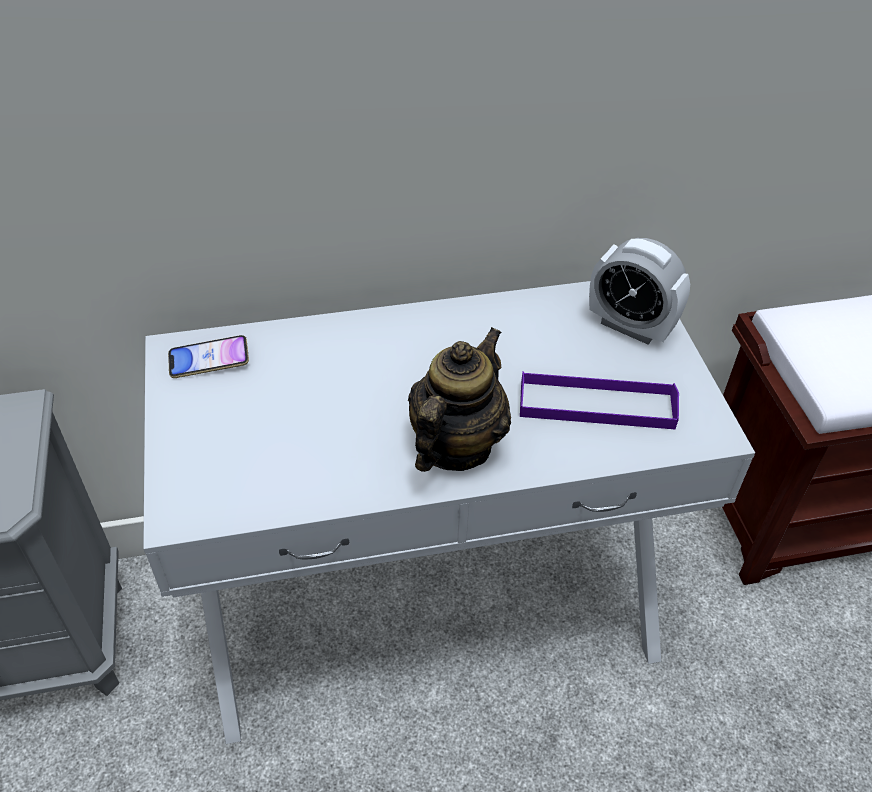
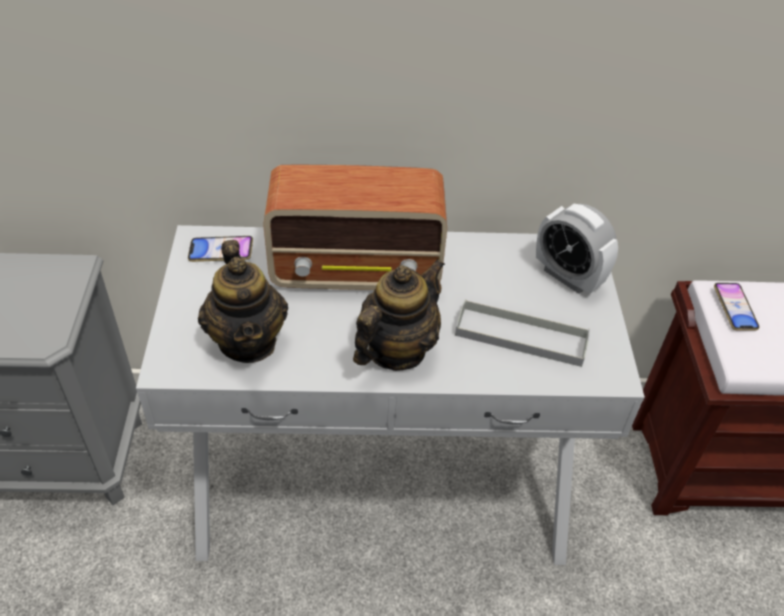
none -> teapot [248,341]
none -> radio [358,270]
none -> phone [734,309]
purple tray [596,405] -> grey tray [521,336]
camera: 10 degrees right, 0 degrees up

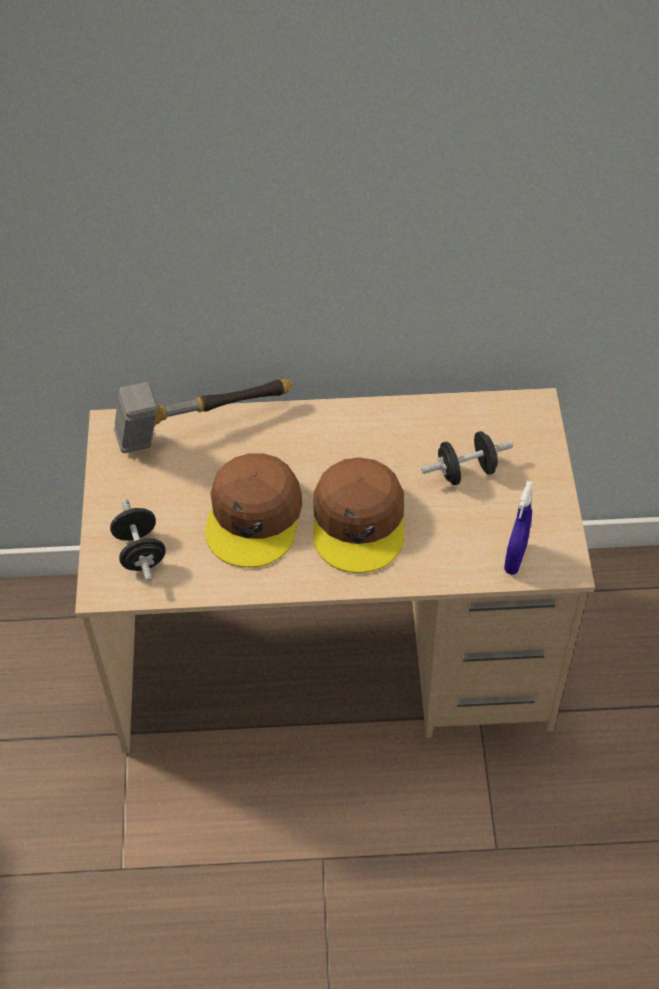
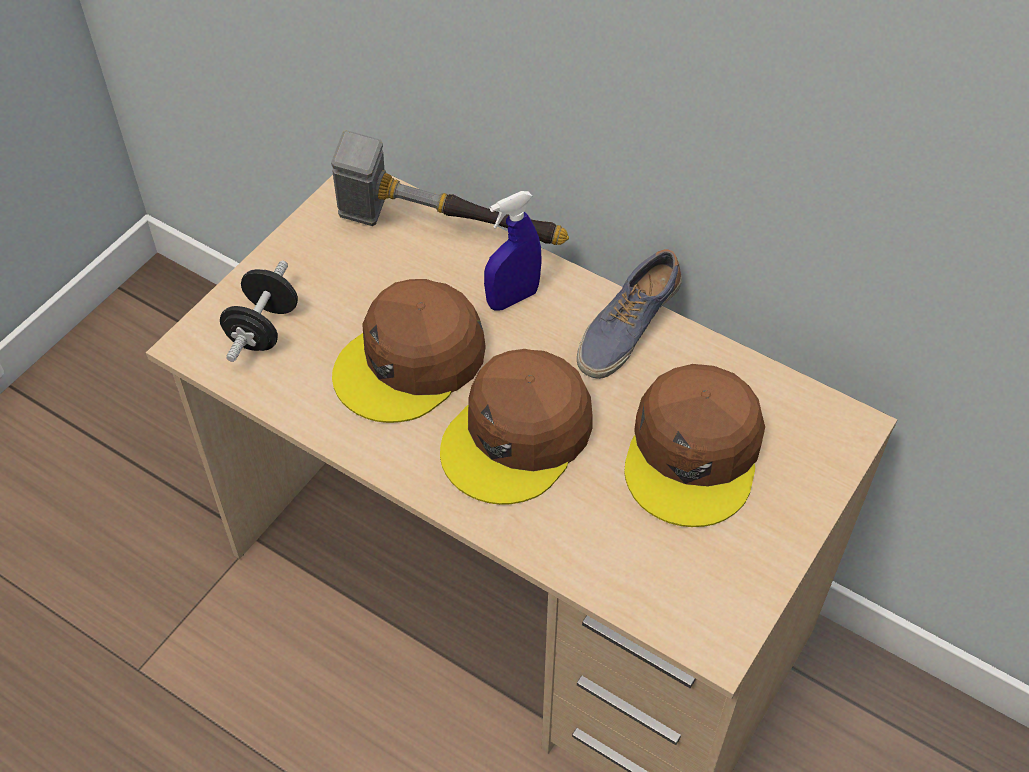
none -> shoe [626,328]
blue spray bottle [515,559] -> blue spray bottle [512,298], shifted
black dumbbell [466,471] -> brown cap [694,453]
camera: 35 degrees right, 0 degrees up

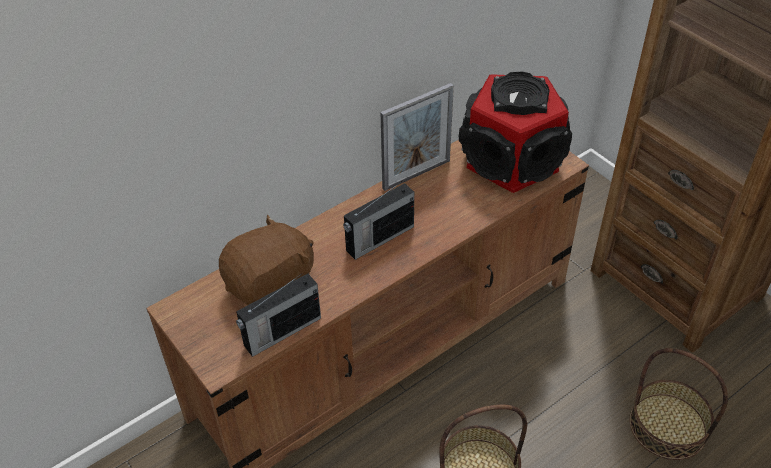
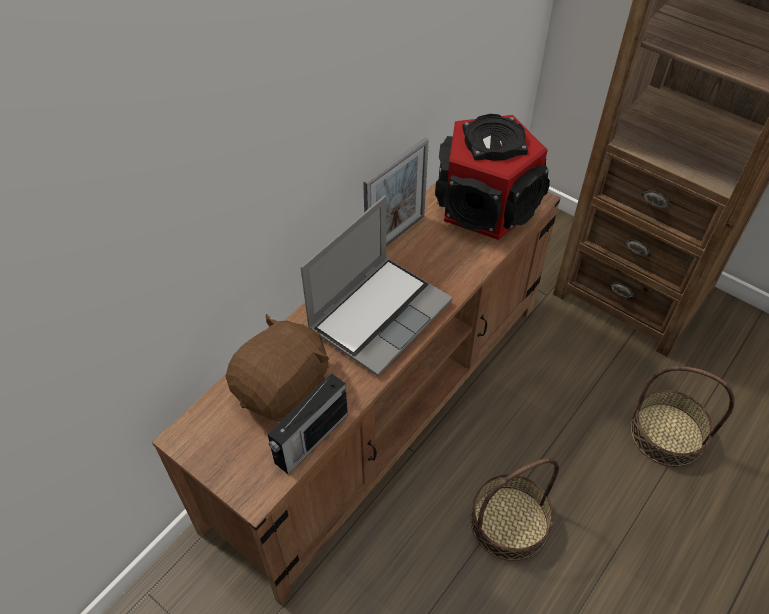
radio [378,239] -> laptop [379,314]
camera: 15 degrees left, 5 degrees up

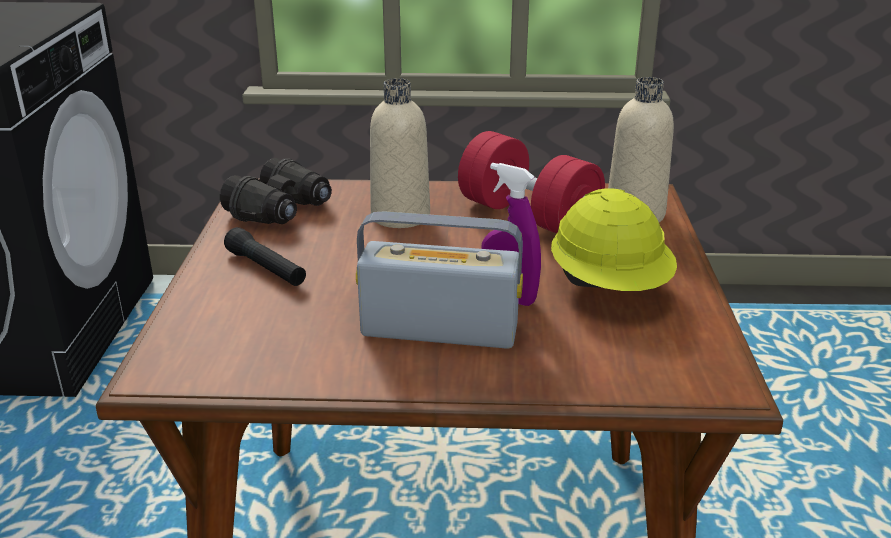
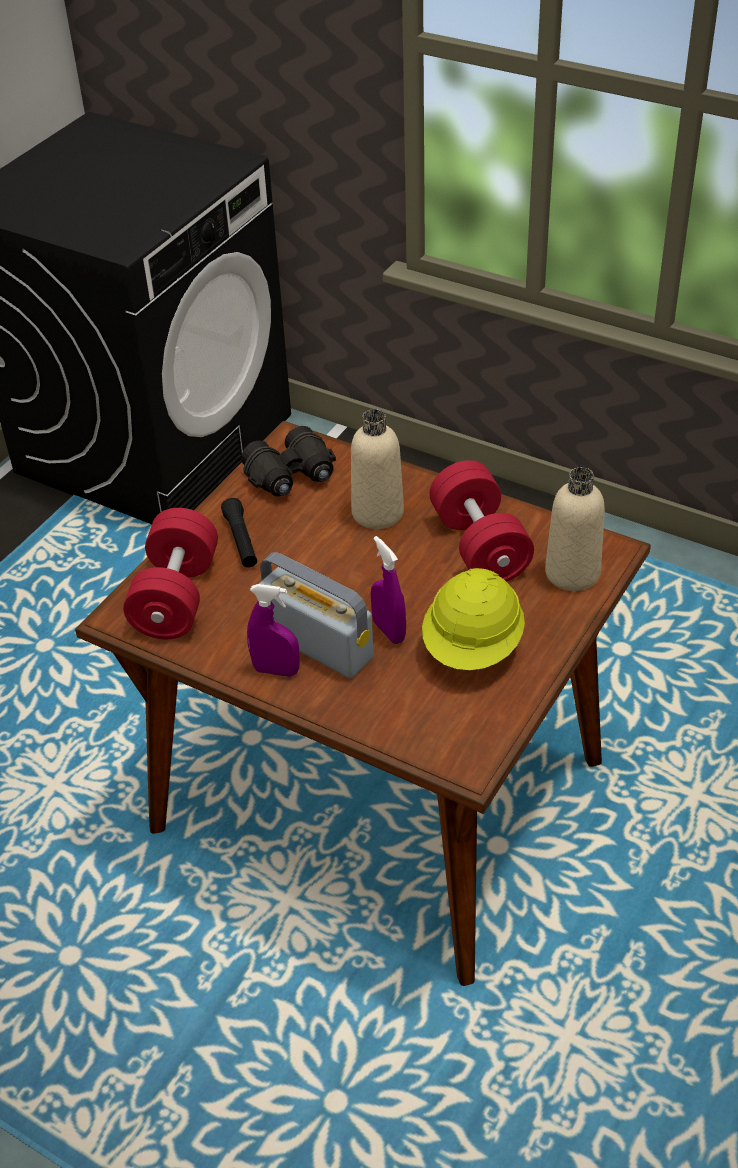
none -> red dumbbell [176,597]
none -> purple spray bottle [276,670]
camera: 30 degrees right, 15 degrees up

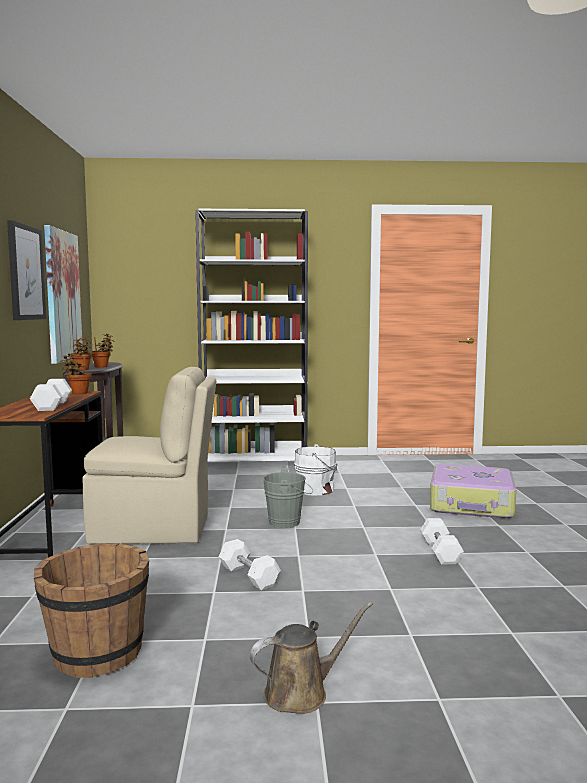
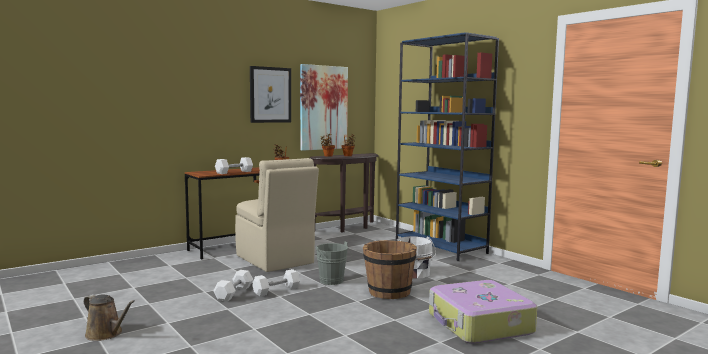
brown bucket [96,654] -> brown bucket [388,292], shifted
white dumbbell [440,552] -> white dumbbell [276,290], shifted
white bookcase [255,462] -> blue bookcase [441,247]
camera: 55 degrees right, 0 degrees up

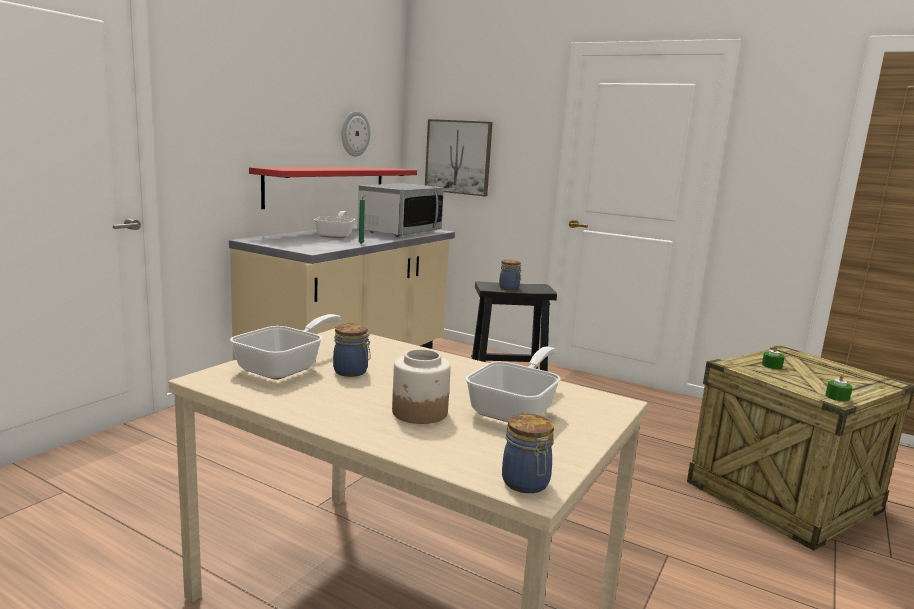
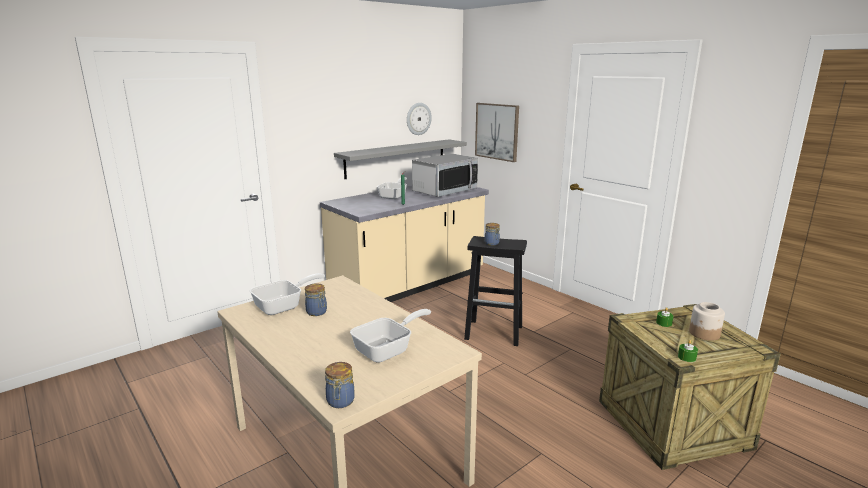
jar [420,413] -> jar [704,334], shifted
red shelf [327,186] -> grey shelf [396,158]
camera: 20 degrees right, 5 degrees up

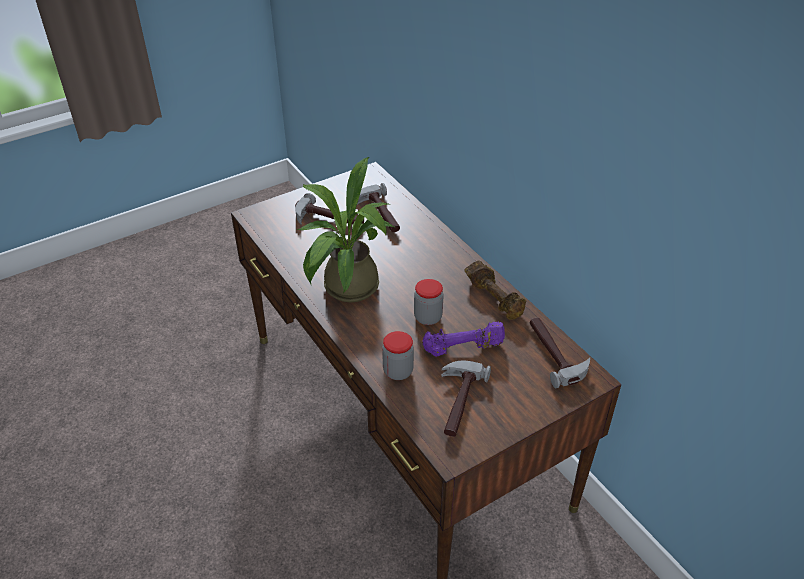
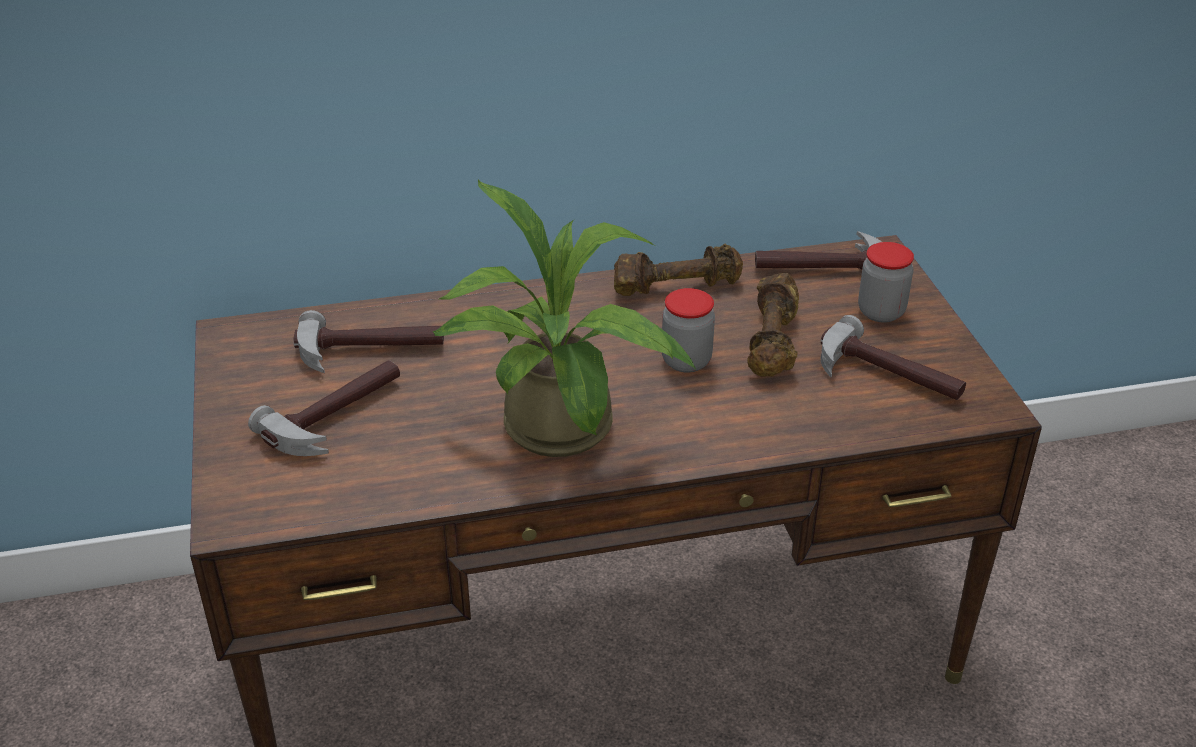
jar [398,371] -> jar [881,312], shifted
purple dumbbell [464,348] -> brown dumbbell [774,343]
camera: 70 degrees left, 5 degrees down

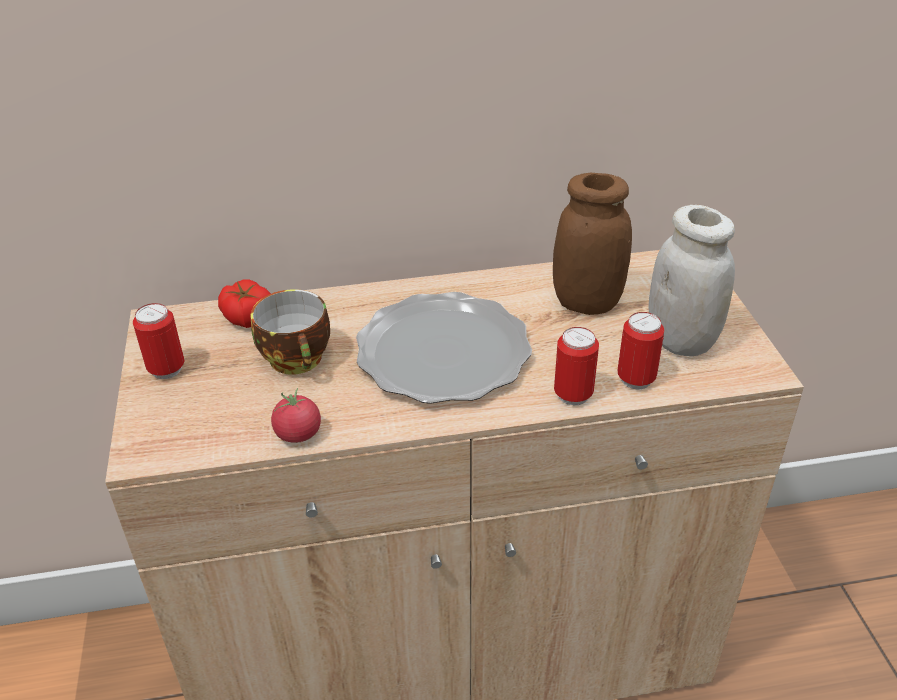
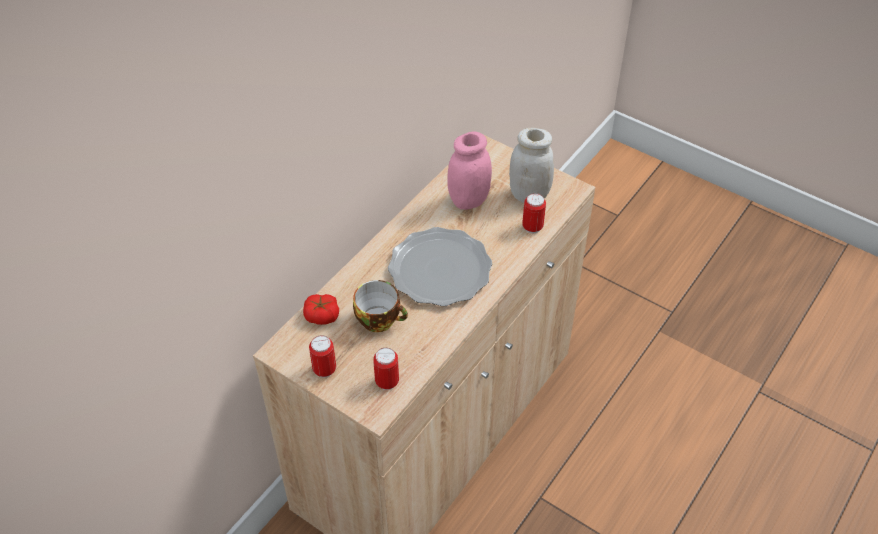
tomato [298,434] -> none
can [573,395] -> can [387,382], shifted
brown jar [586,303] -> pink jar [469,200]
camera: 45 degrees left, 10 degrees up

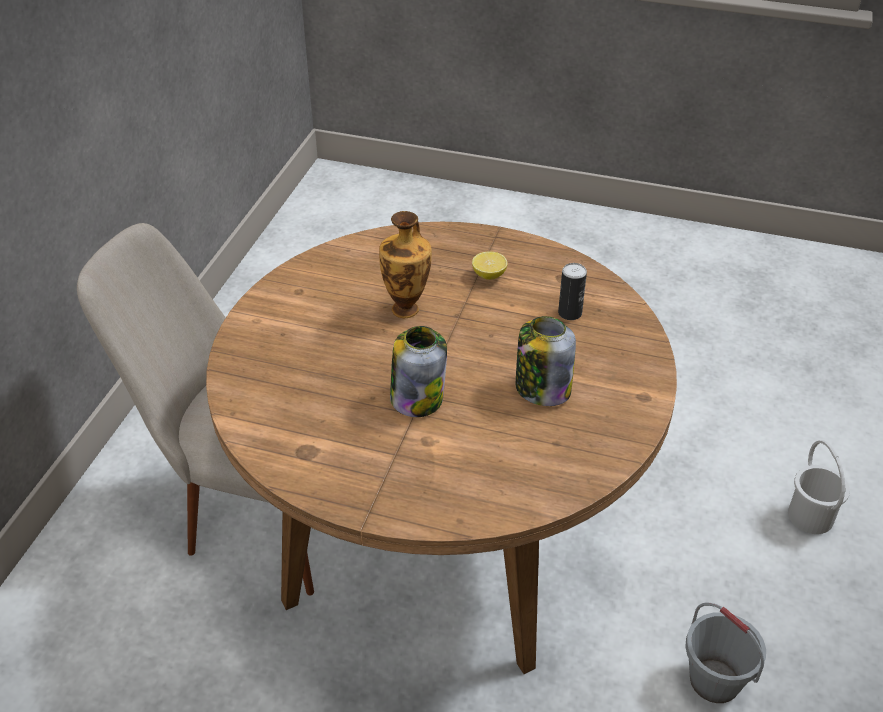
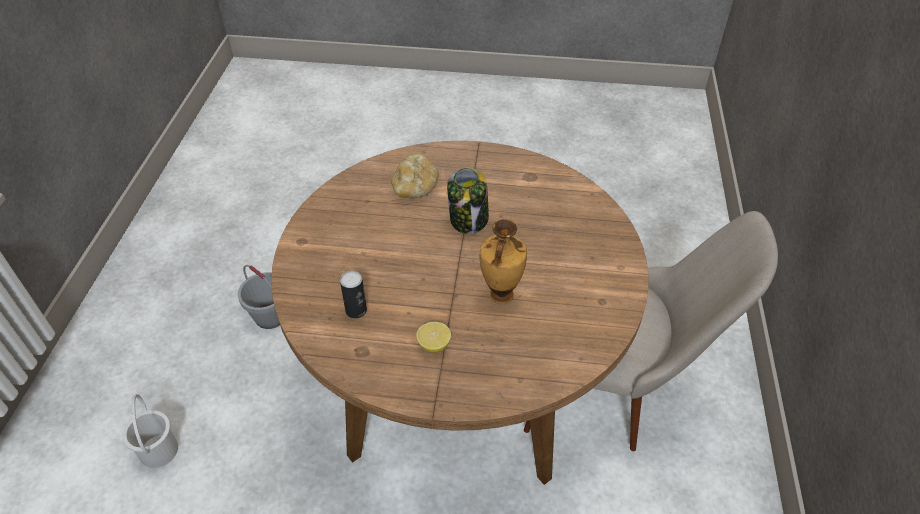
jar [541,388] -> none
none -> bread [415,187]
camera: 170 degrees right, 5 degrees up

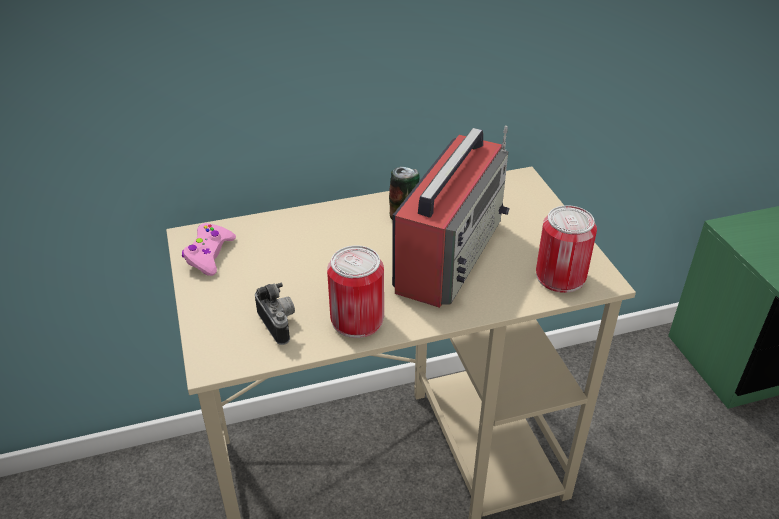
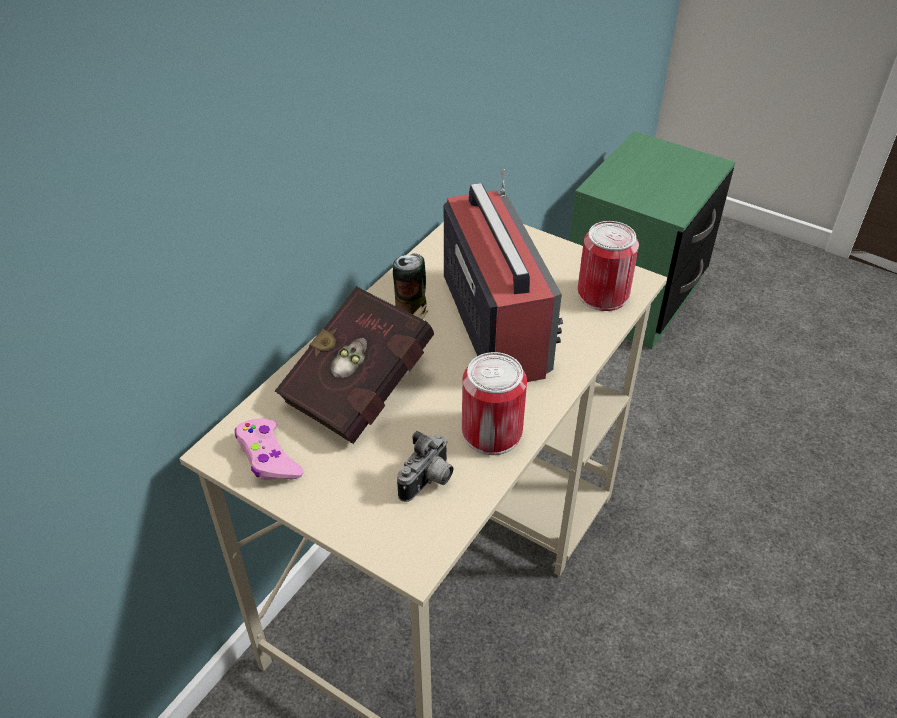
none -> red book [364,388]
photo camera [279,324] -> photo camera [429,482], 105 degrees clockwise
camera: 40 degrees left, 5 degrees up

